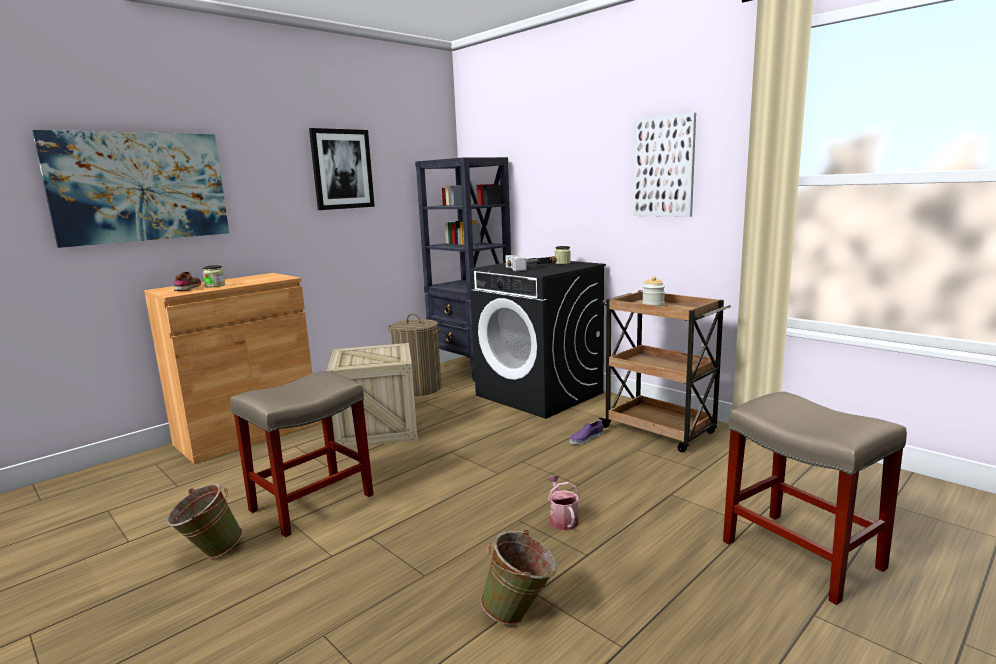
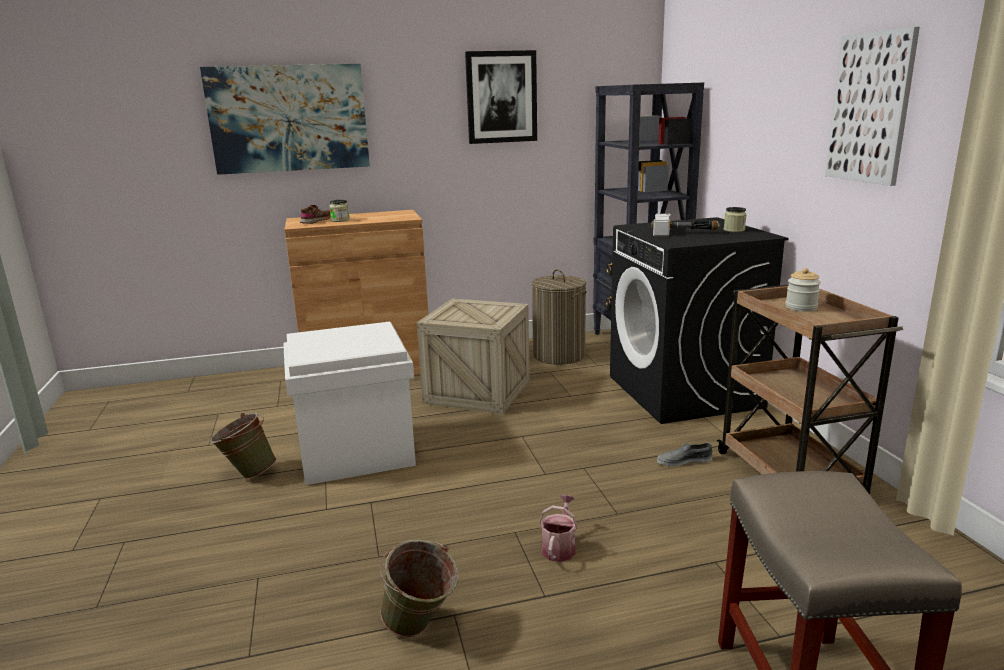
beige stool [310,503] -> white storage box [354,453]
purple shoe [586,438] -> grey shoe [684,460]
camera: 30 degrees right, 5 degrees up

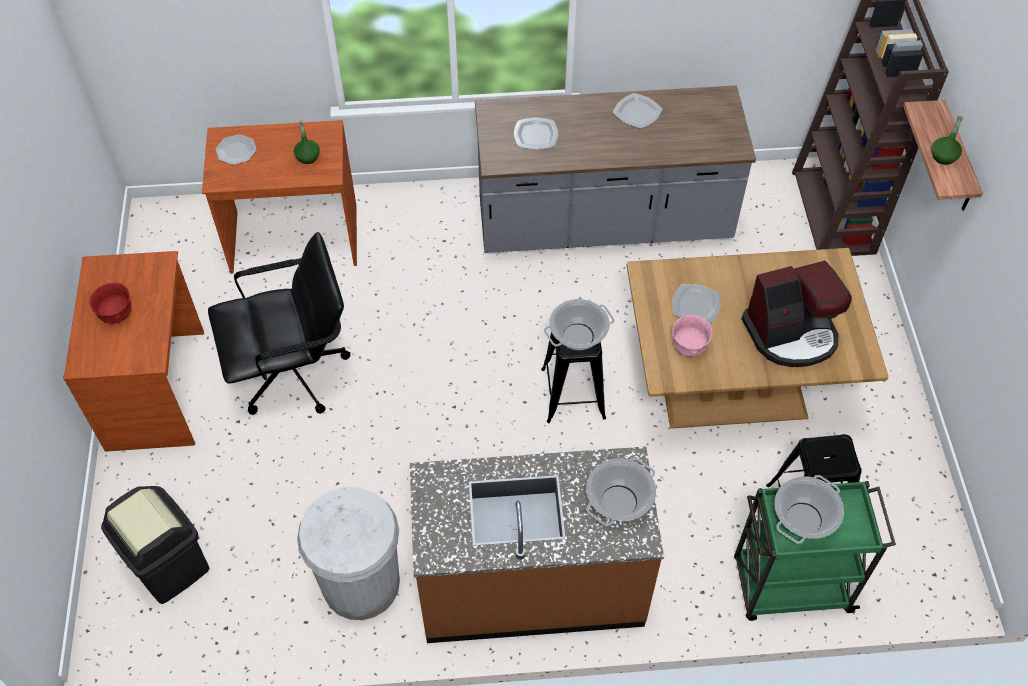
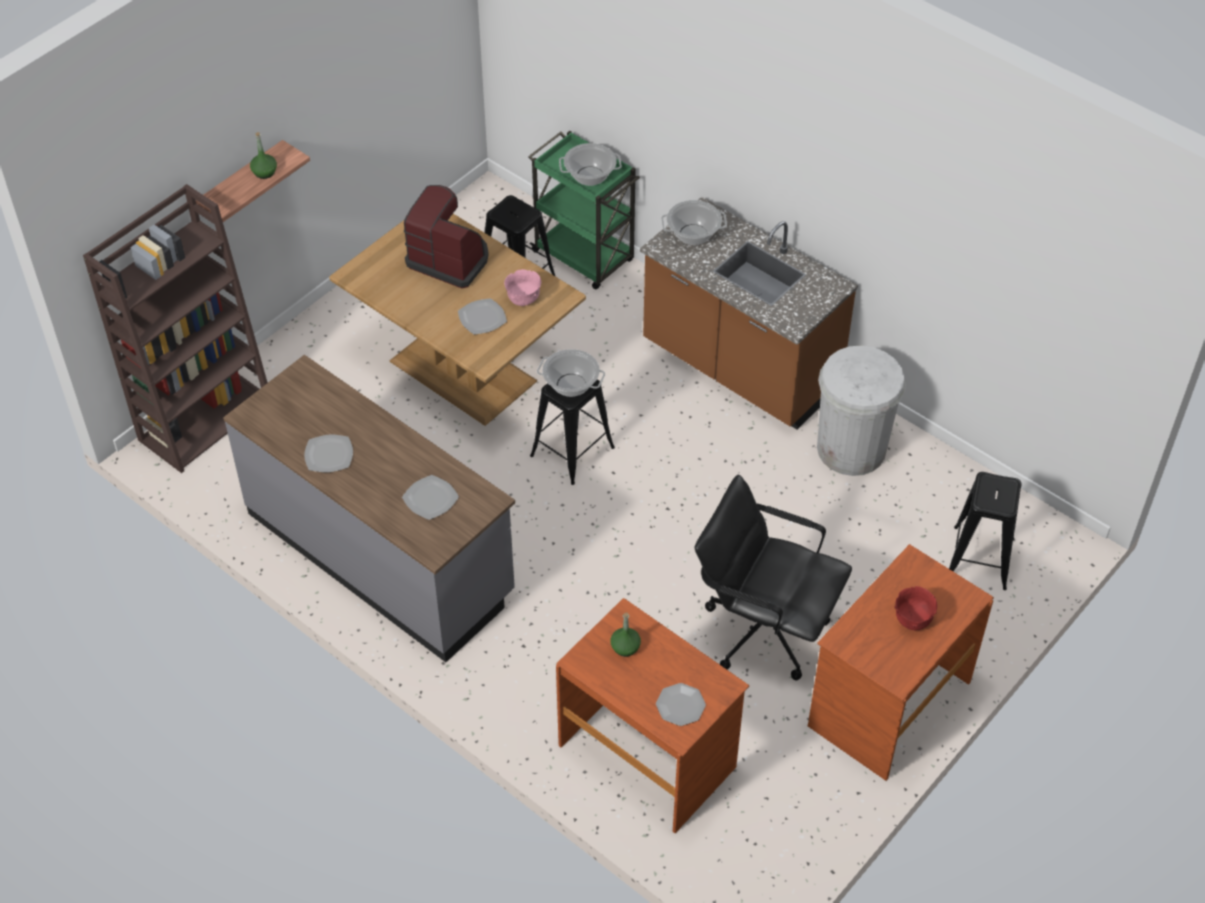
black trash can [168,566] -> black stool [980,558]
camera: 135 degrees left, 5 degrees down

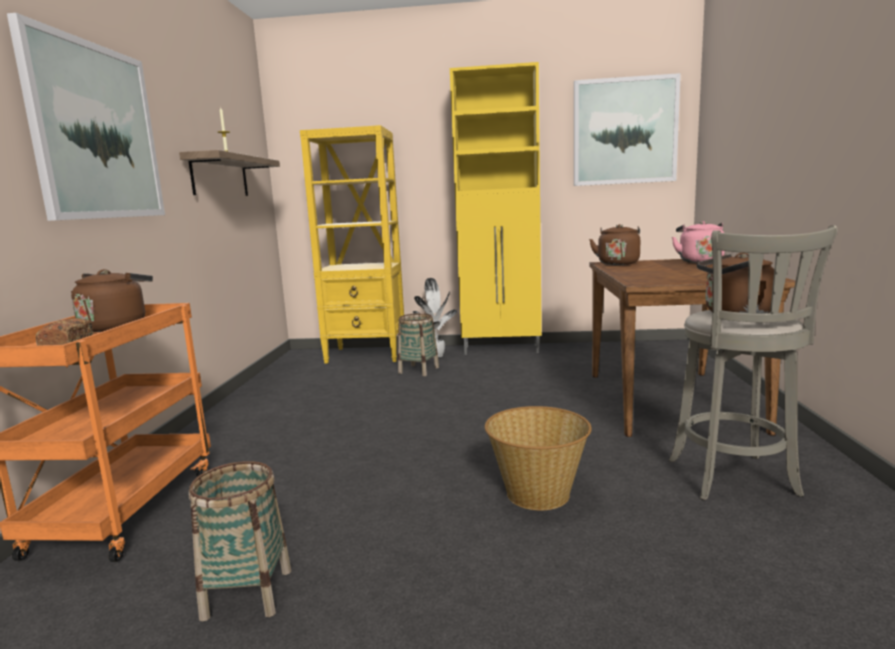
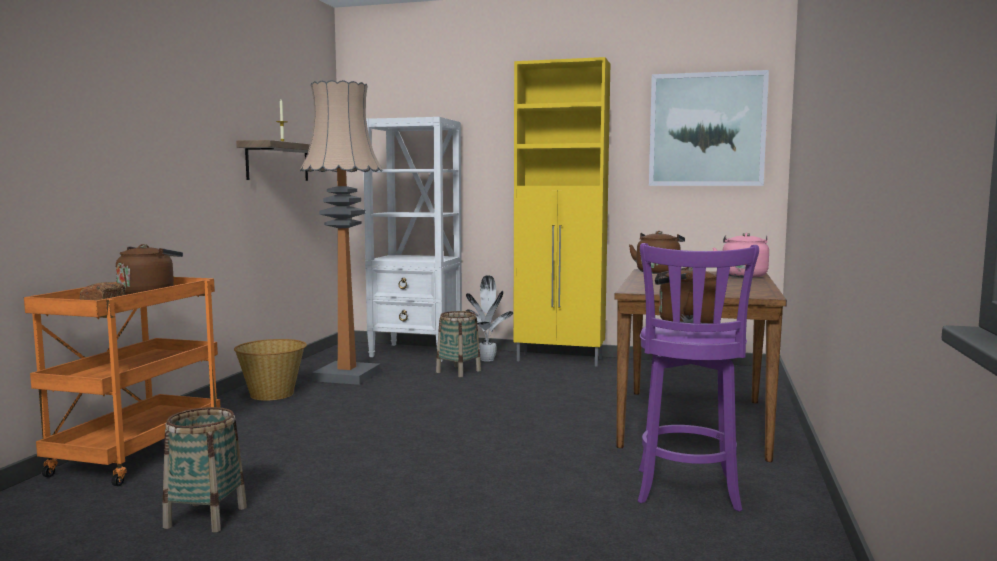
picture [96,132] -> none
none -> floor lamp [347,376]
basket [538,493] -> basket [272,394], shifted
yellow bookcase [367,355] -> white bookcase [416,353]
grey stool [734,480] -> purple stool [687,492]
camera: 10 degrees right, 5 degrees down

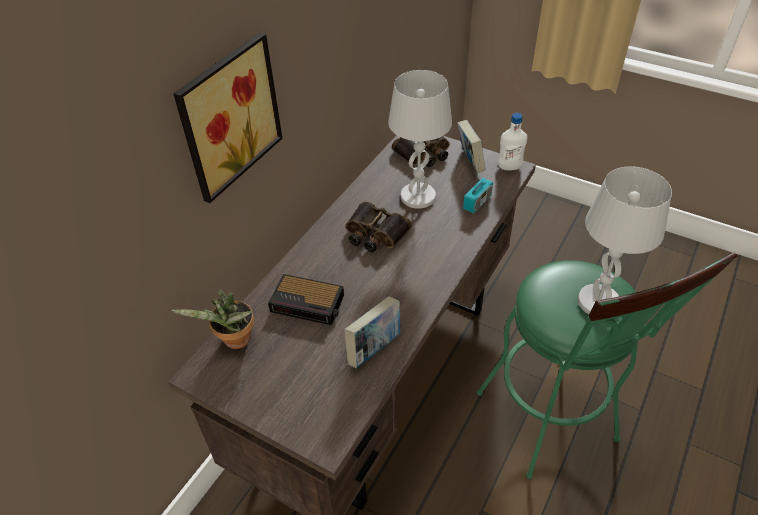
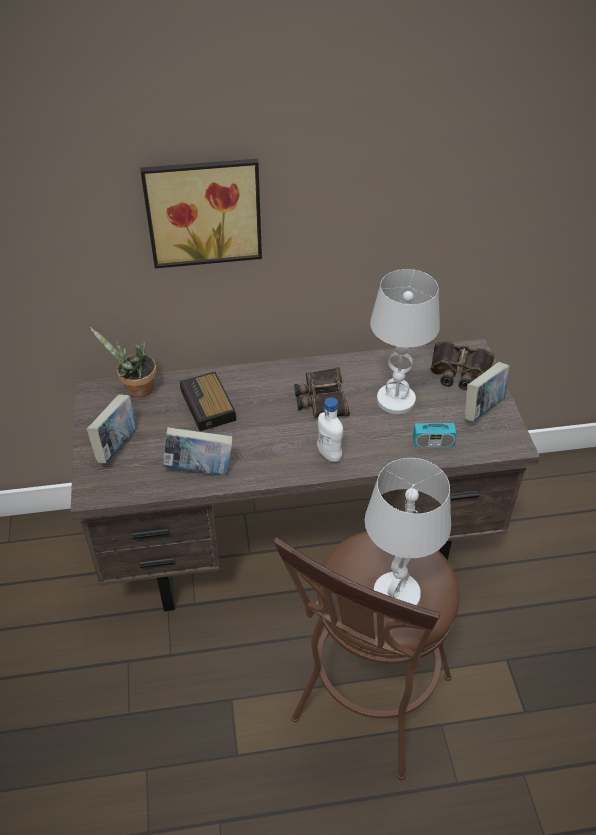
none -> book [117,445]
white bottle [509,167] -> white bottle [329,455], shifted
green stool [553,425] -> brown stool [367,710]
camera: 50 degrees right, 0 degrees up

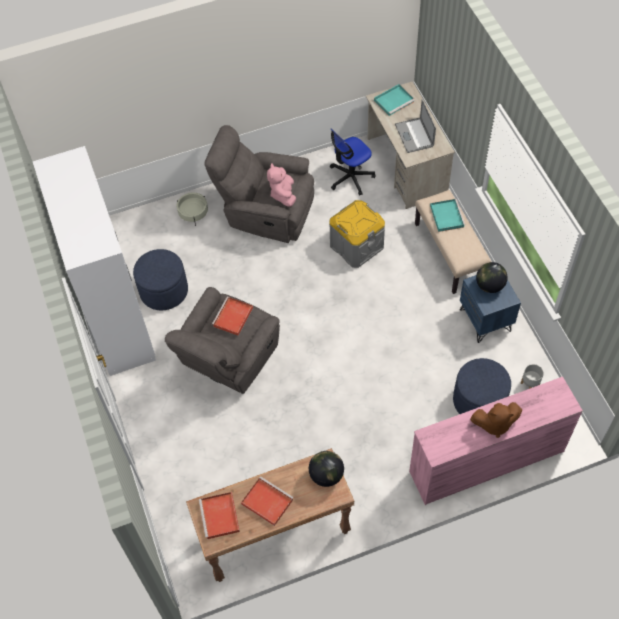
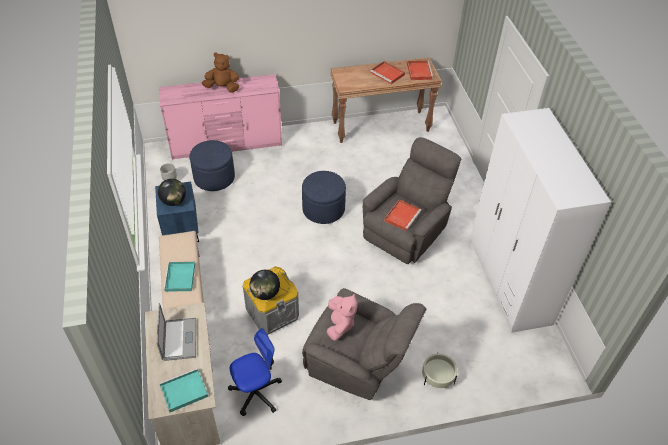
blue ottoman [164,290] -> blue ottoman [323,209], shifted
globe [326,475] -> globe [265,293], shifted
camera: 175 degrees left, 10 degrees down

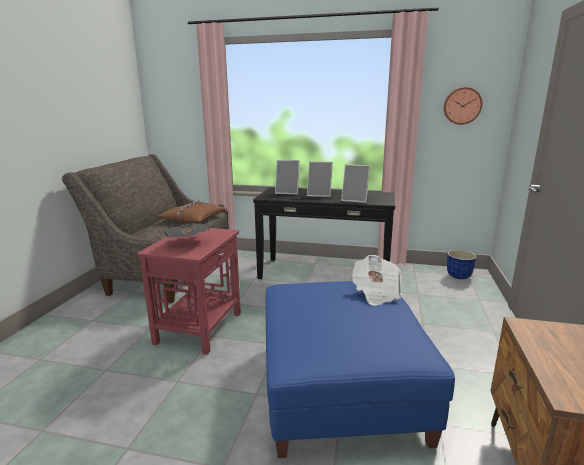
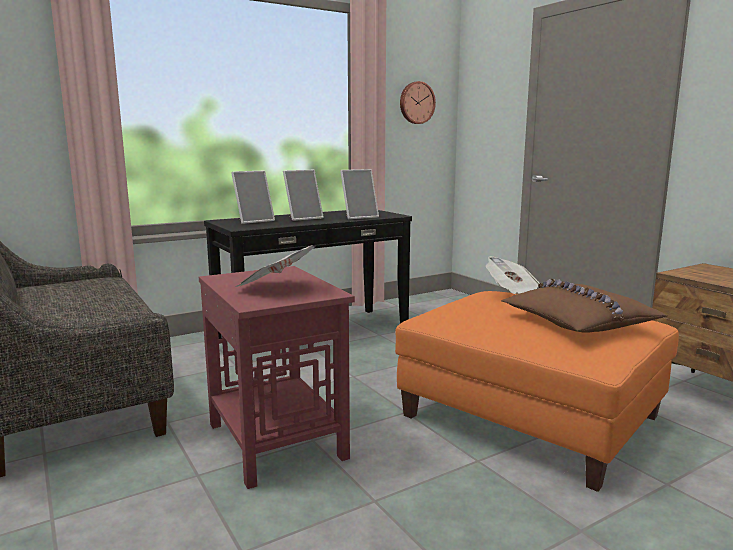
planter [458,276] -> none
brown pillow [192,218] -> brown pillow [577,322], shifted
blue ottoman [341,388] -> orange ottoman [531,416]
camera: 45 degrees left, 5 degrees down

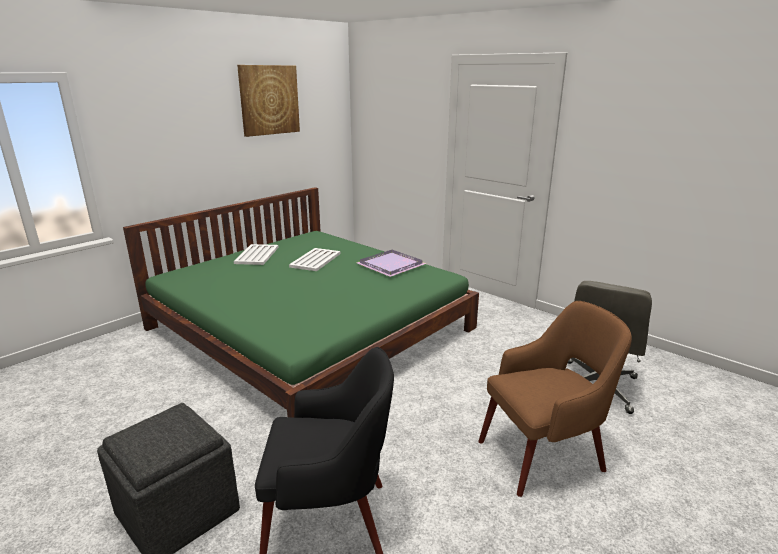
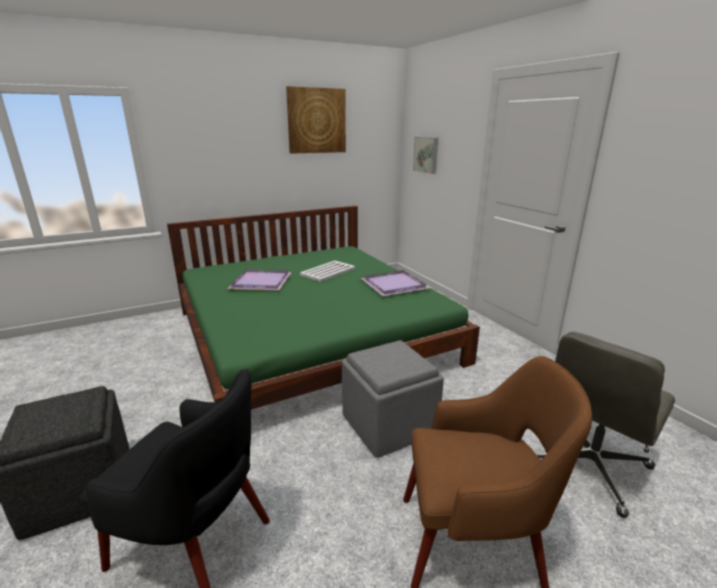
white tray [257,255] -> none
none -> purple tray [259,282]
none -> grey ottoman [389,423]
none -> picture [426,154]
camera: 20 degrees right, 0 degrees up

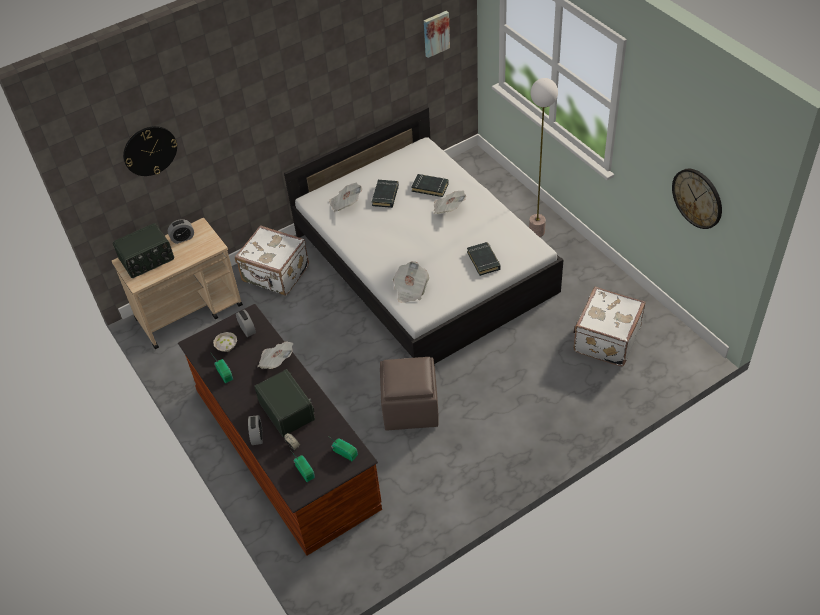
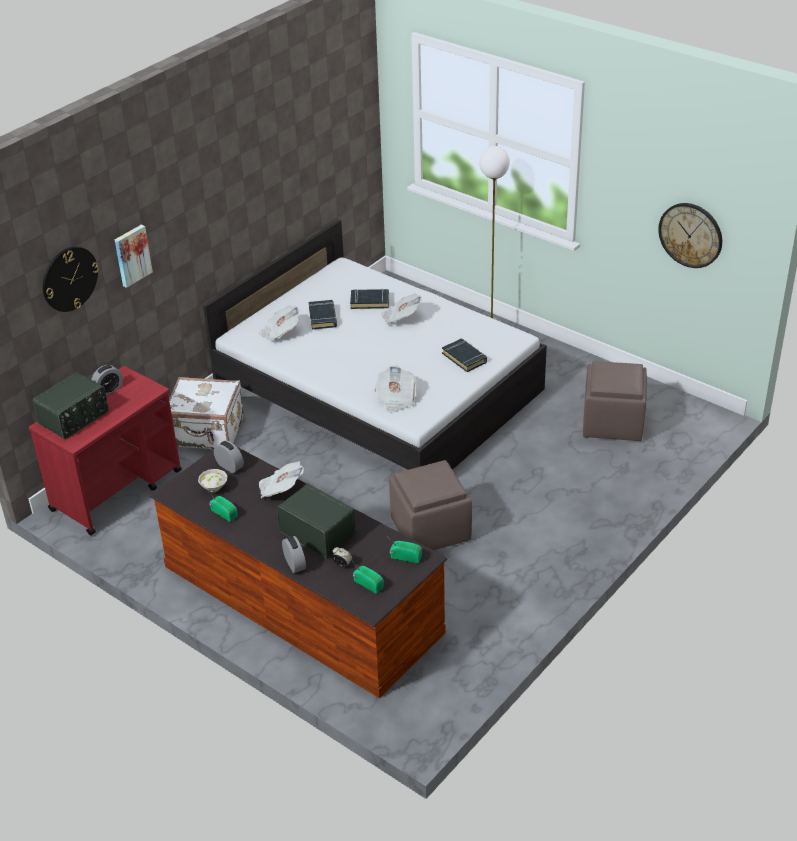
picture [435,33] -> picture [132,255], shifted
white suitcase [605,339] -> brown ottoman [613,423]
beige cart [189,312] -> red cart [117,490]
camera: 20 degrees left, 10 degrees down

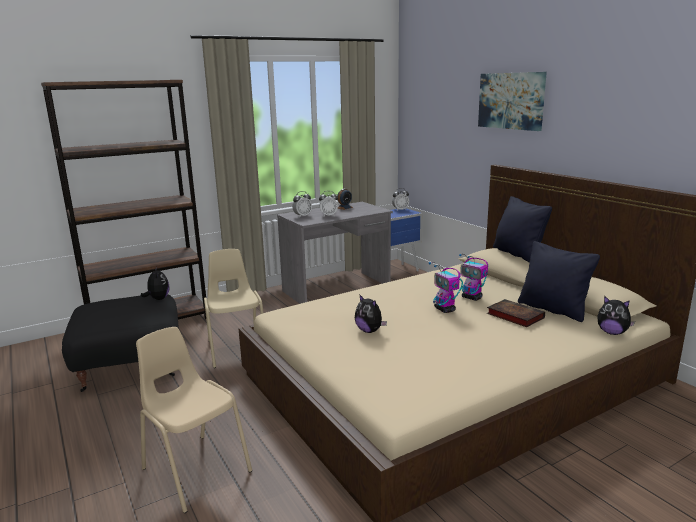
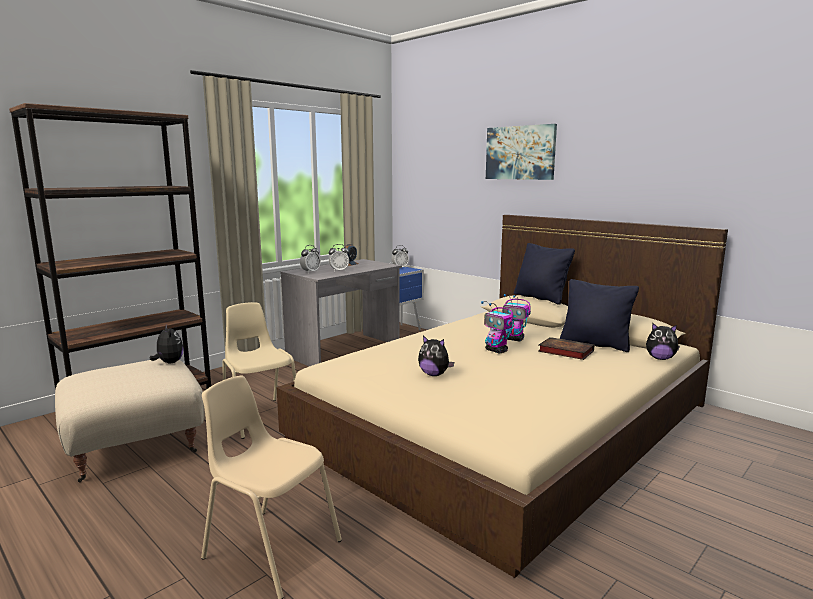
black ottoman [130,368] -> beige ottoman [135,449]
camera: 15 degrees left, 5 degrees down

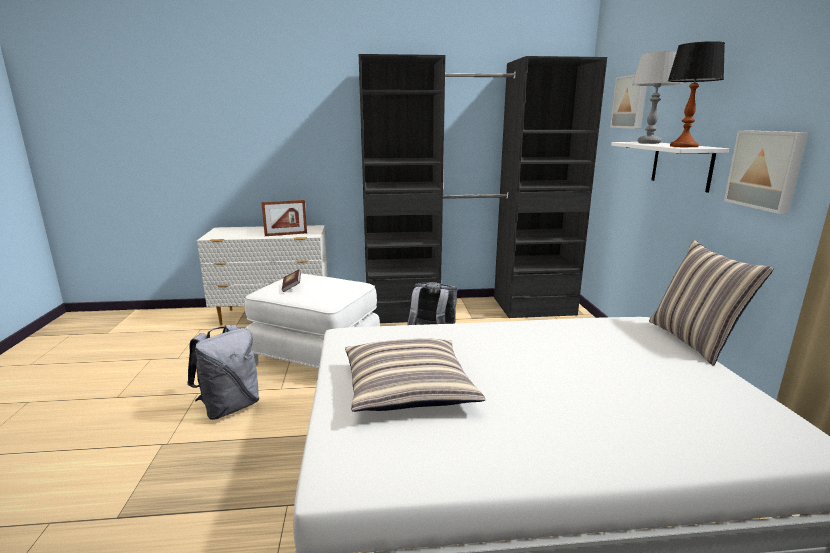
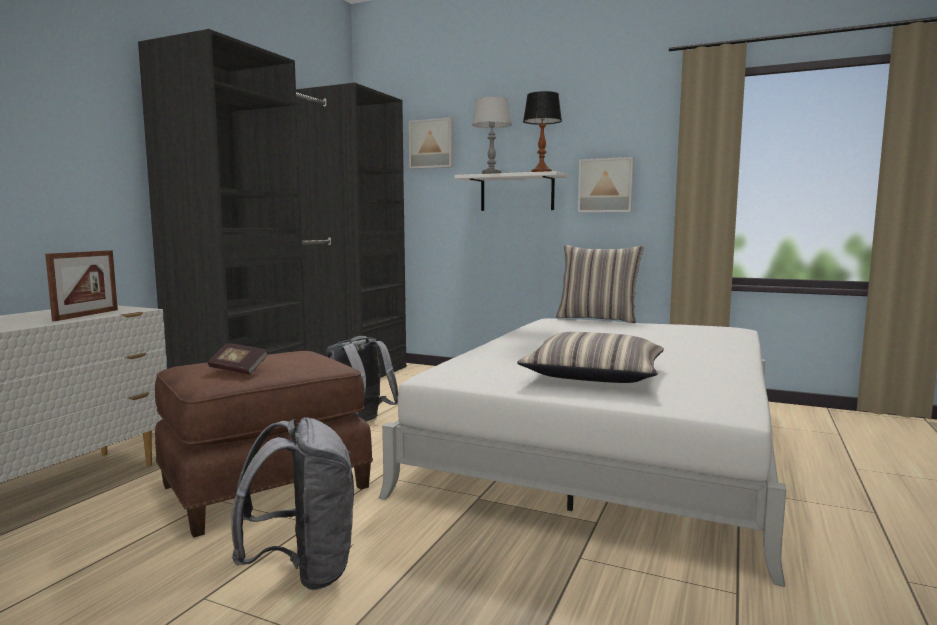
white ottoman [317,357] -> brown ottoman [265,485]
camera: 60 degrees left, 10 degrees down

